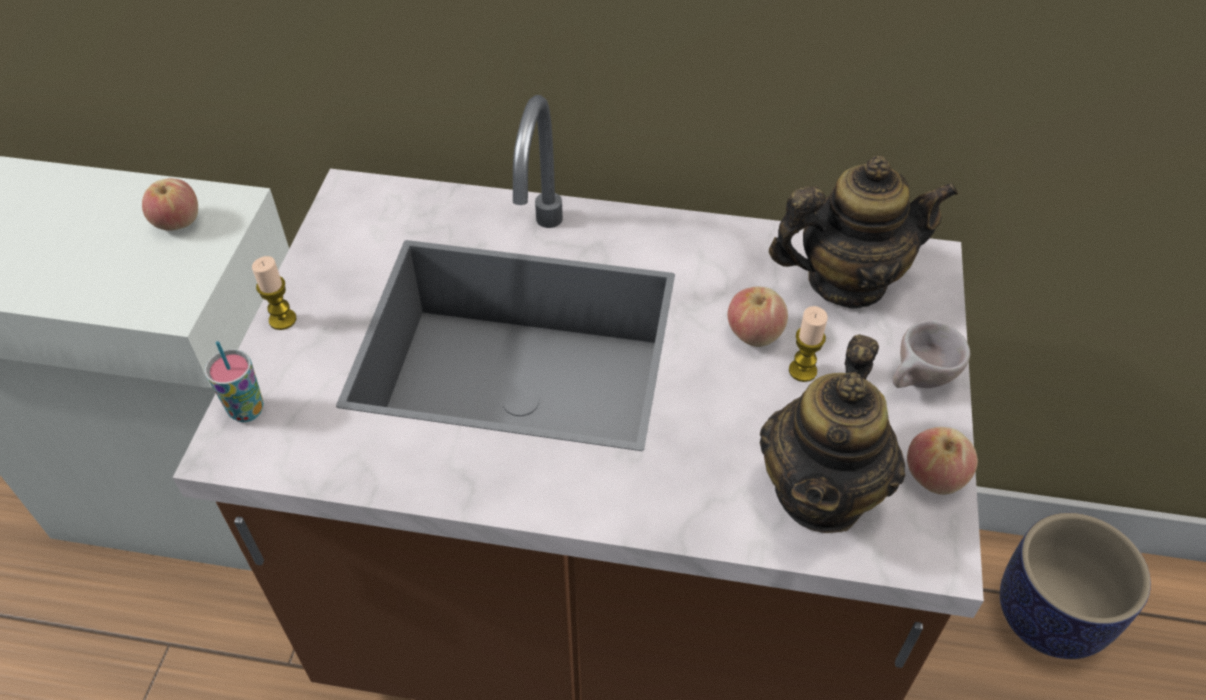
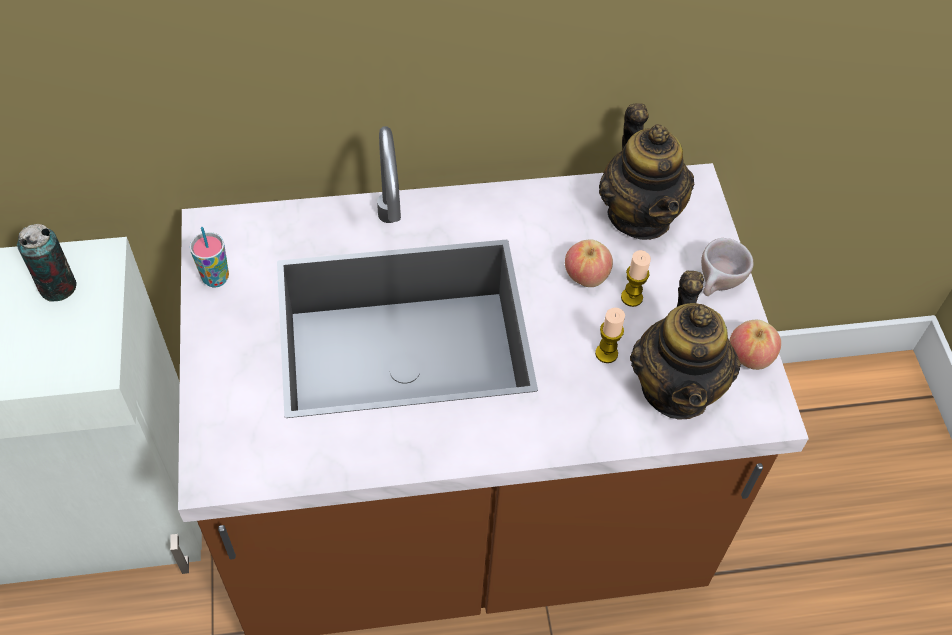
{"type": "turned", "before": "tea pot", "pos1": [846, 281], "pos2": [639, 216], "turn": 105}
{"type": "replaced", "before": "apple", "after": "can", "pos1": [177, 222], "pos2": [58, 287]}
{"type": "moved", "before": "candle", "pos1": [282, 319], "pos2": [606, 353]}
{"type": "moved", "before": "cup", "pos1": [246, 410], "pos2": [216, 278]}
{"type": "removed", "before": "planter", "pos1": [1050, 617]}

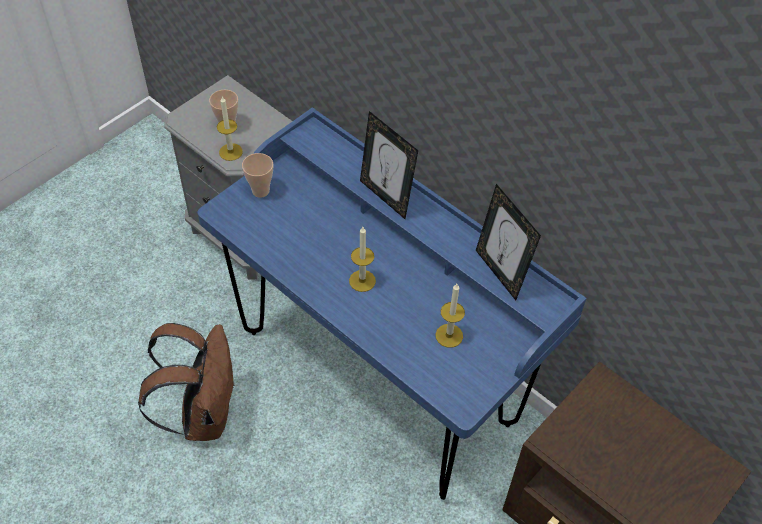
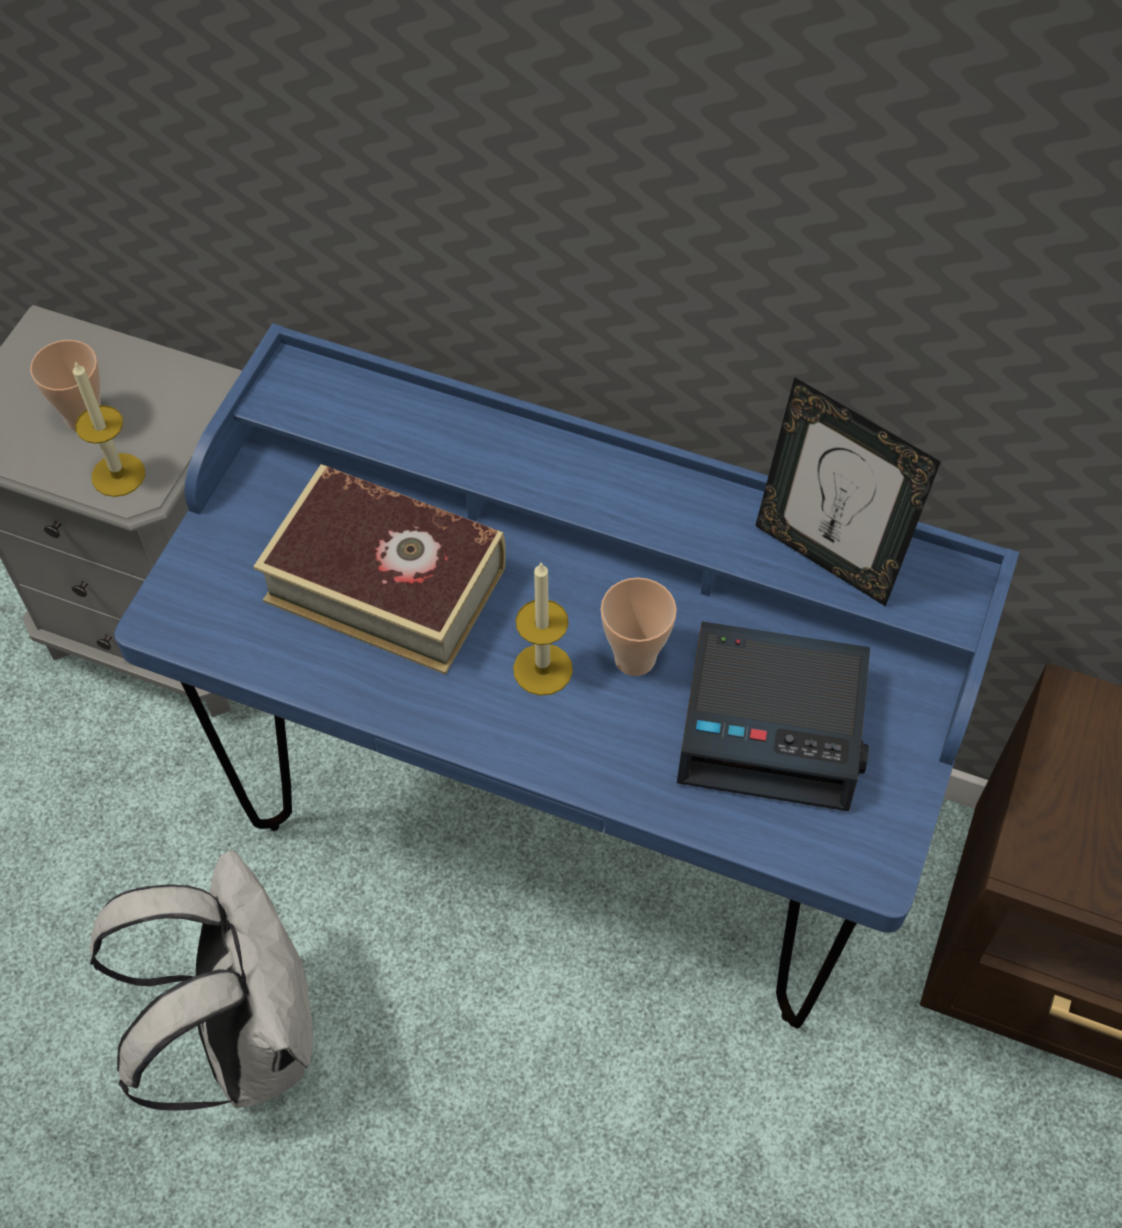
{"type": "removed", "before": "standing frame", "pos1": [386, 197]}
{"type": "moved", "before": "cup", "pos1": [260, 191], "pos2": [634, 658]}
{"type": "replaced", "before": "candle", "after": "alarm clock", "pos1": [449, 335], "pos2": [773, 725]}
{"type": "recoloured", "before": "brown rucksack", "after": "white rucksack", "pos1": [203, 413], "pos2": [243, 1035]}
{"type": "added", "after": "volume", "pos2": [385, 584]}

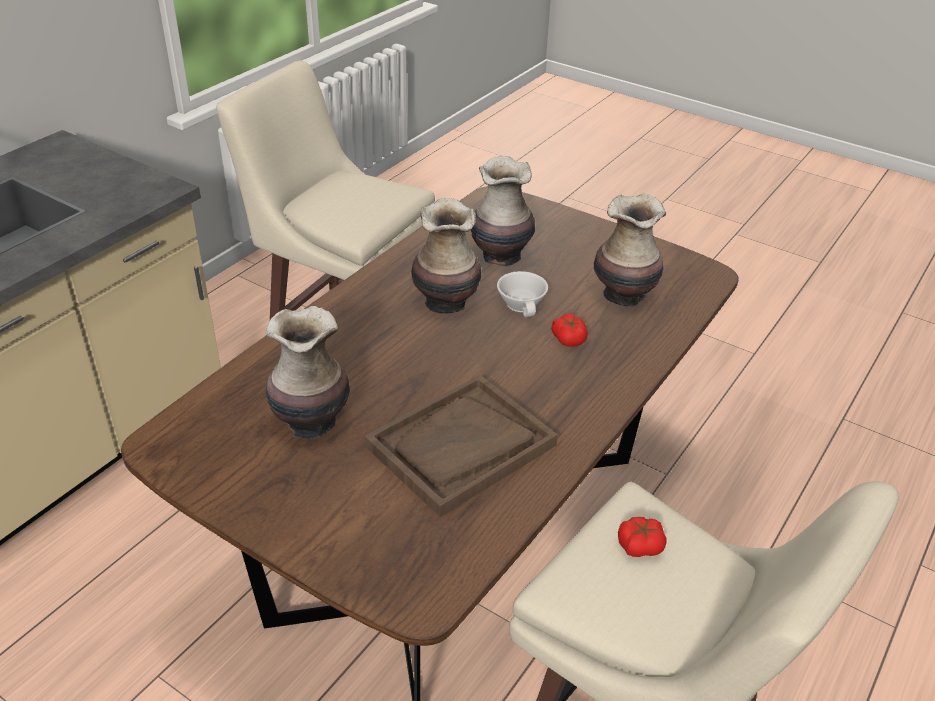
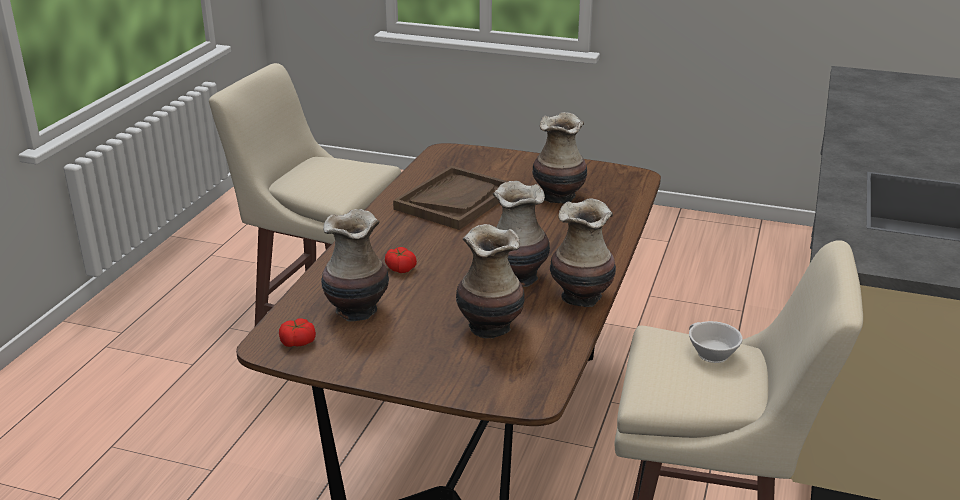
{"type": "moved", "before": "white cup", "pos1": [523, 304], "pos2": [710, 354]}
{"type": "moved", "before": "whole tomato", "pos1": [640, 545], "pos2": [298, 342]}
{"type": "added", "after": "vase", "pos2": [582, 297]}

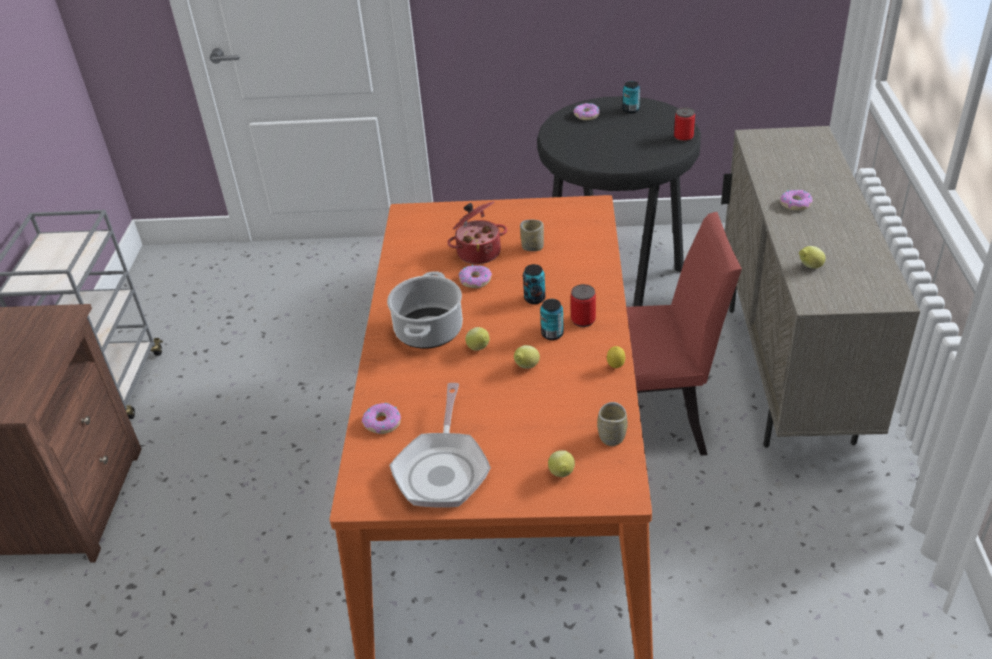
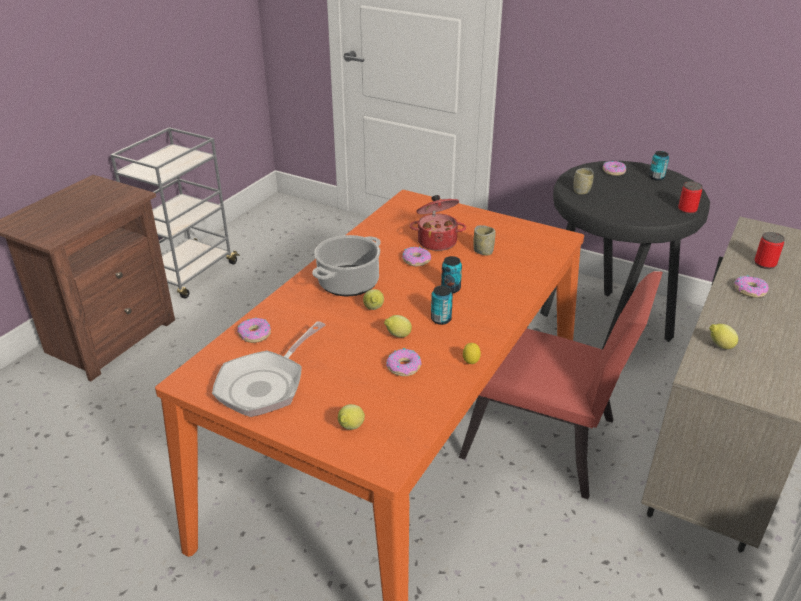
{"type": "moved", "before": "can", "pos1": [583, 320], "pos2": [764, 264]}
{"type": "moved", "before": "cup", "pos1": [612, 437], "pos2": [581, 191]}
{"type": "added", "after": "donut", "pos2": [404, 367]}

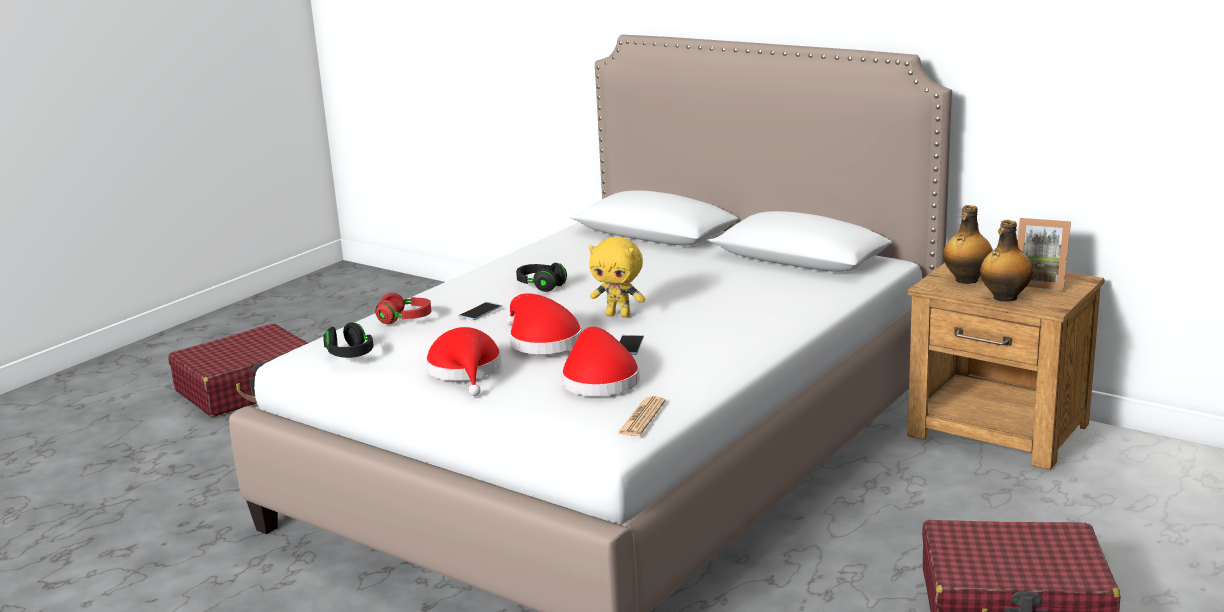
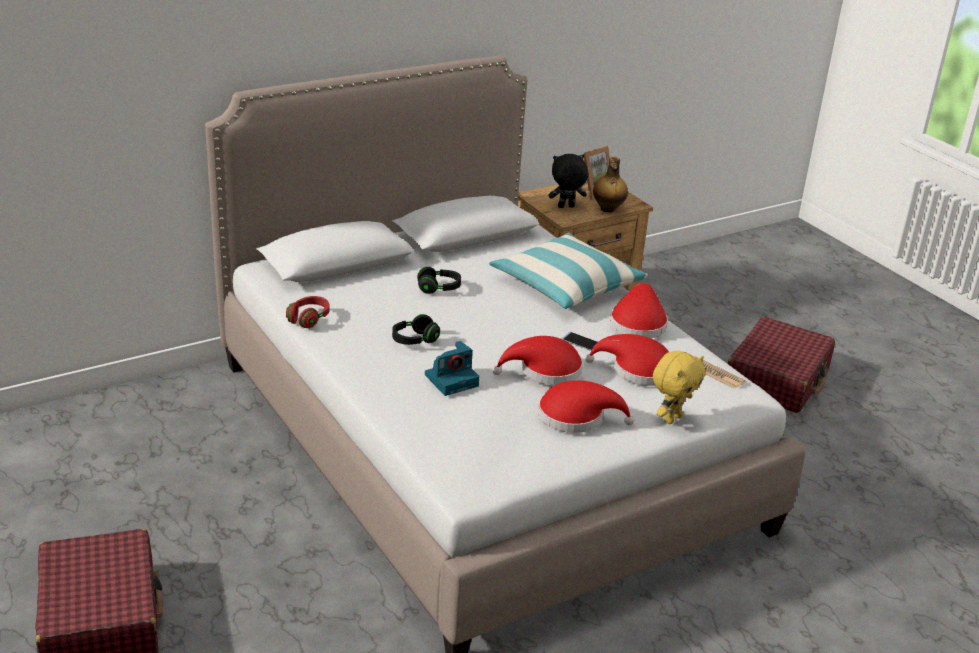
{"type": "replaced", "before": "drink bottle", "after": "black soft toy", "pos1": [966, 280], "pos2": [566, 207]}
{"type": "moved", "before": "yellow soft toy", "pos1": [619, 315], "pos2": [671, 418]}
{"type": "moved", "before": "red-coloured pair of headphones", "pos1": [405, 320], "pos2": [309, 319]}
{"type": "replaced", "before": "telephone", "after": "photo camera", "pos1": [480, 311], "pos2": [452, 380]}
{"type": "moved", "before": "black pair of headphones", "pos1": [350, 354], "pos2": [439, 289]}
{"type": "added", "after": "cushion", "pos2": [566, 285]}
{"type": "added", "after": "red-coloured wearable hat", "pos2": [638, 323]}

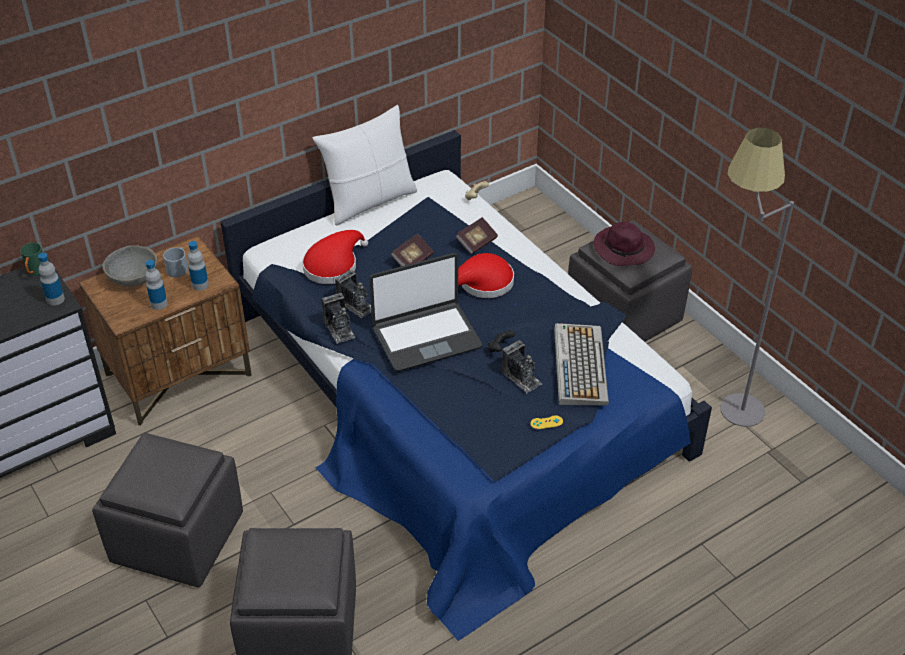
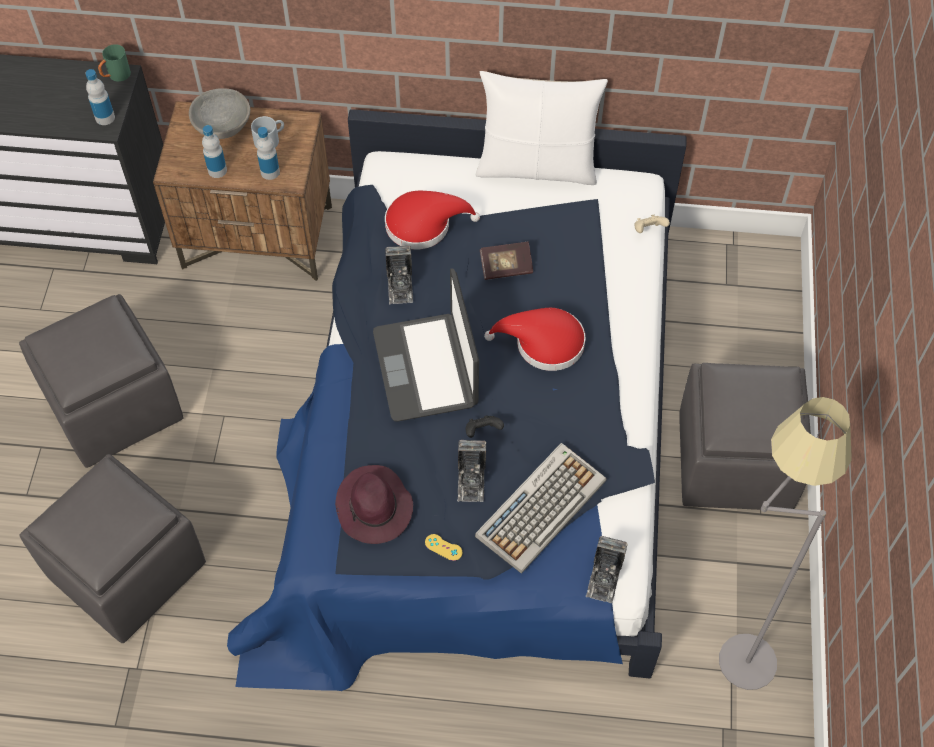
{"type": "removed", "before": "volume", "pos1": [476, 242]}
{"type": "moved", "before": "purple-coloured wearable hat", "pos1": [624, 250], "pos2": [374, 508]}
{"type": "turned", "before": "portable computer", "pos1": [426, 337], "pos2": [427, 368], "turn": 60}
{"type": "moved", "before": "photo camera", "pos1": [339, 329], "pos2": [604, 577]}

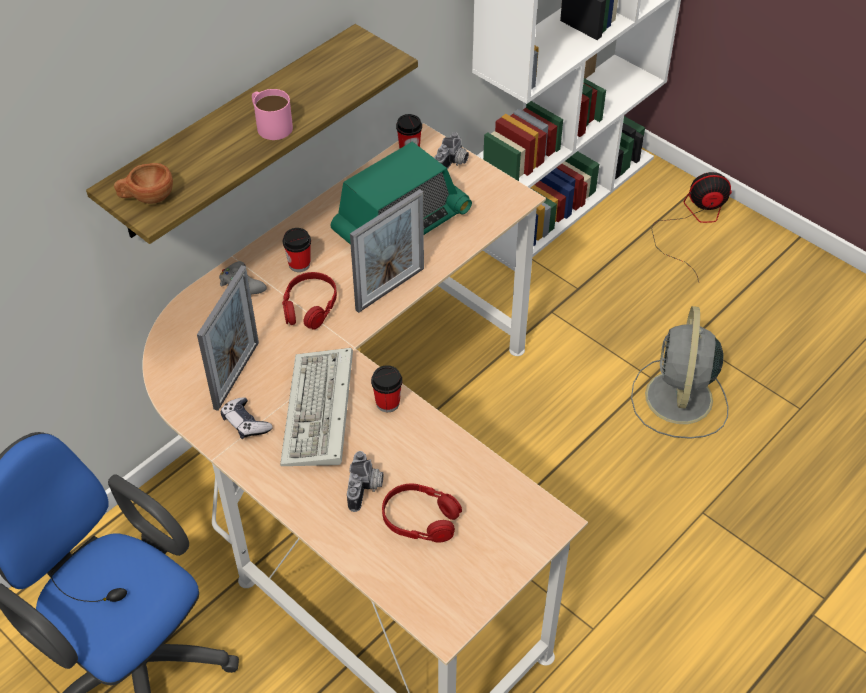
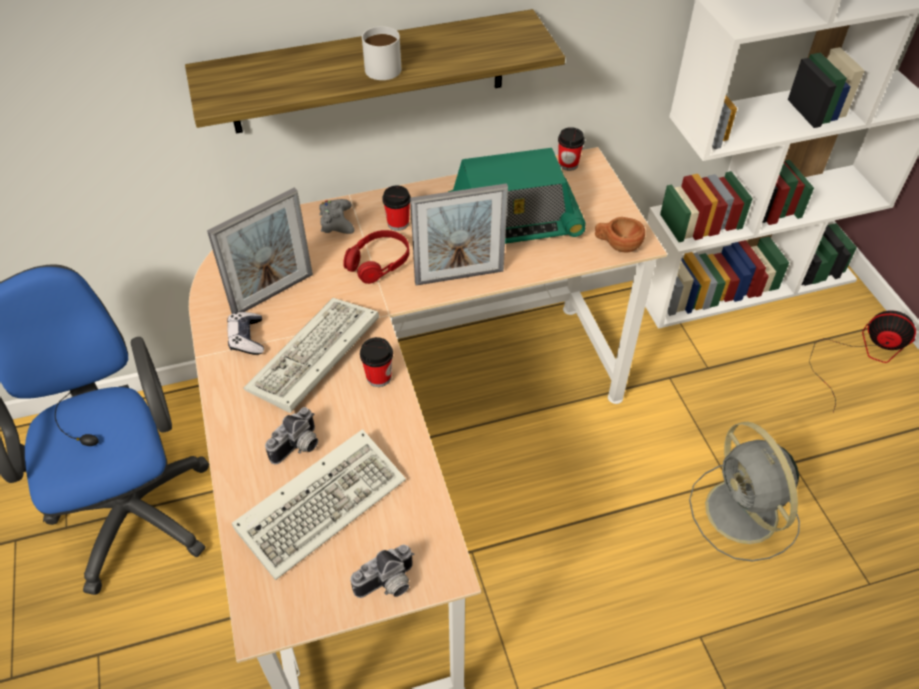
{"type": "recoloured", "before": "pinkish coffee mug", "after": "white coffee mug", "pos1": [270, 124], "pos2": [382, 65]}
{"type": "moved", "before": "photo camera", "pos1": [453, 164], "pos2": [388, 585]}
{"type": "moved", "before": "brown cup", "pos1": [147, 198], "pos2": [617, 245]}
{"type": "turned", "before": "gray fan", "pos1": [678, 400], "pos2": [743, 514], "turn": -60}
{"type": "replaced", "before": "red-coloured pair of headphones", "after": "computer keyboard", "pos1": [420, 519], "pos2": [323, 502]}

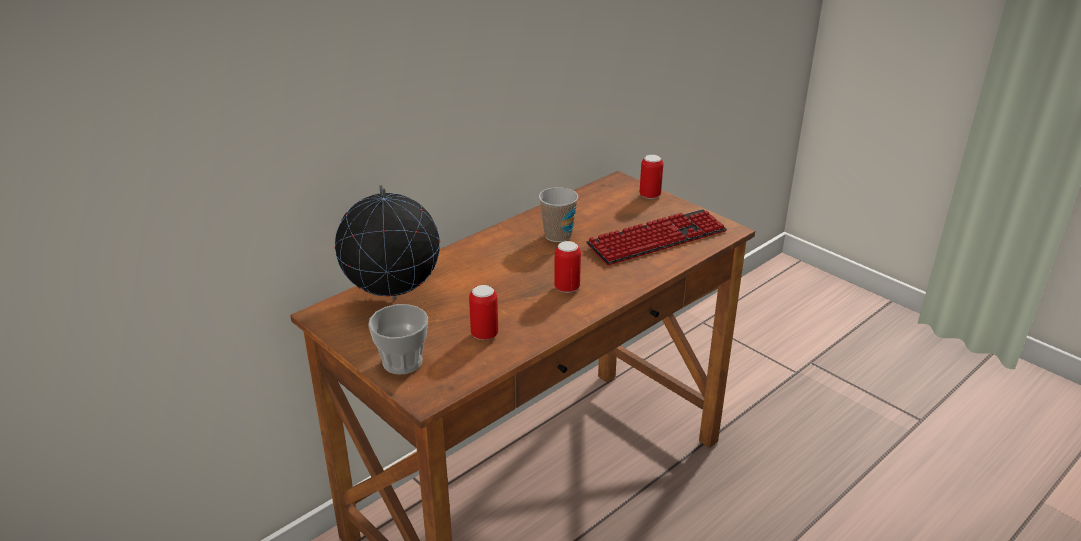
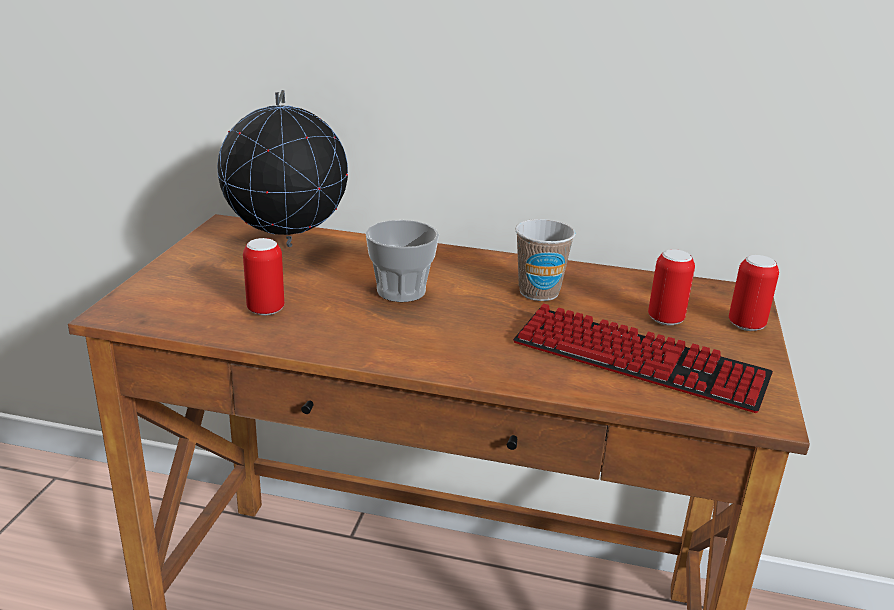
{"type": "moved", "before": "can", "pos1": [567, 288], "pos2": [665, 319]}
{"type": "moved", "before": "cup", "pos1": [402, 362], "pos2": [401, 291]}

